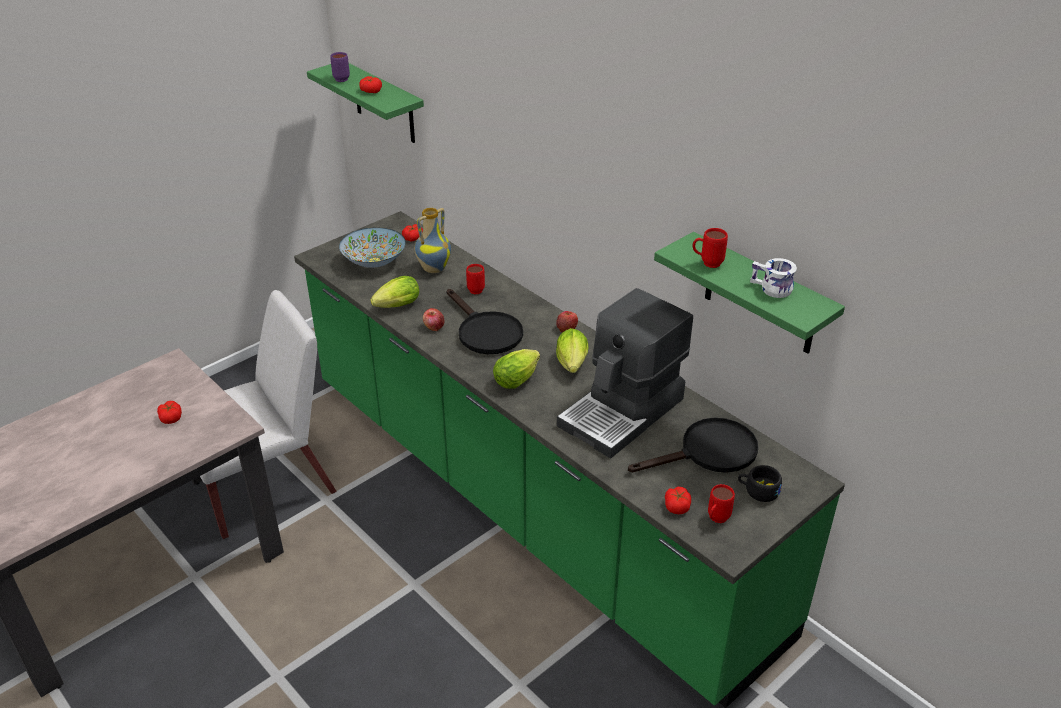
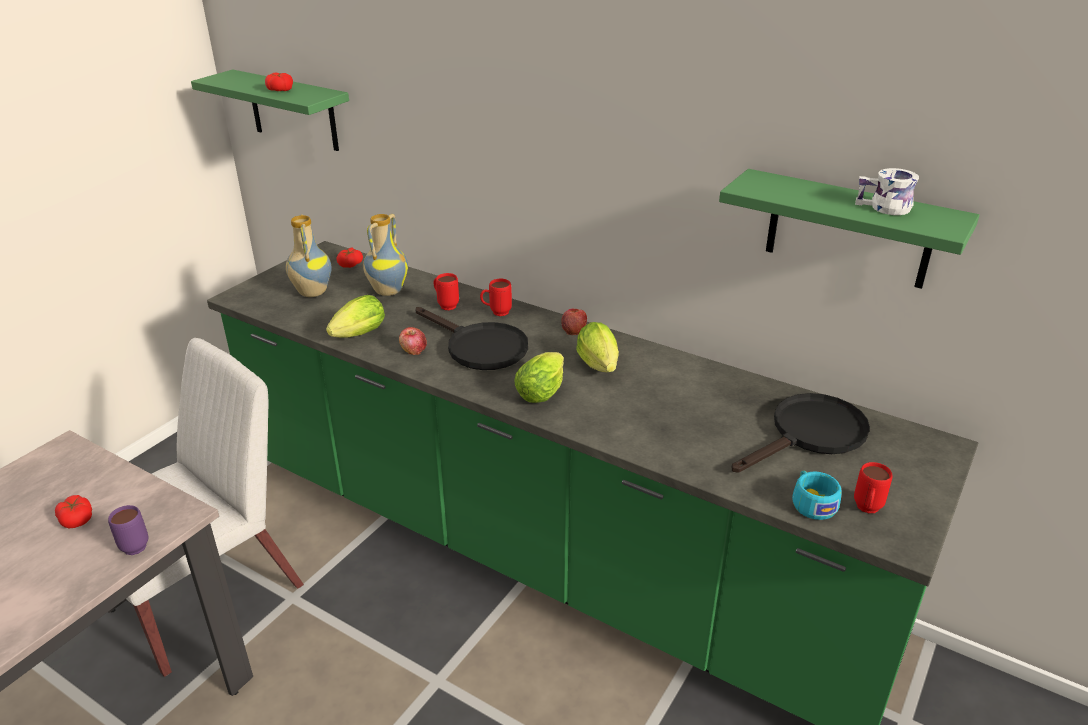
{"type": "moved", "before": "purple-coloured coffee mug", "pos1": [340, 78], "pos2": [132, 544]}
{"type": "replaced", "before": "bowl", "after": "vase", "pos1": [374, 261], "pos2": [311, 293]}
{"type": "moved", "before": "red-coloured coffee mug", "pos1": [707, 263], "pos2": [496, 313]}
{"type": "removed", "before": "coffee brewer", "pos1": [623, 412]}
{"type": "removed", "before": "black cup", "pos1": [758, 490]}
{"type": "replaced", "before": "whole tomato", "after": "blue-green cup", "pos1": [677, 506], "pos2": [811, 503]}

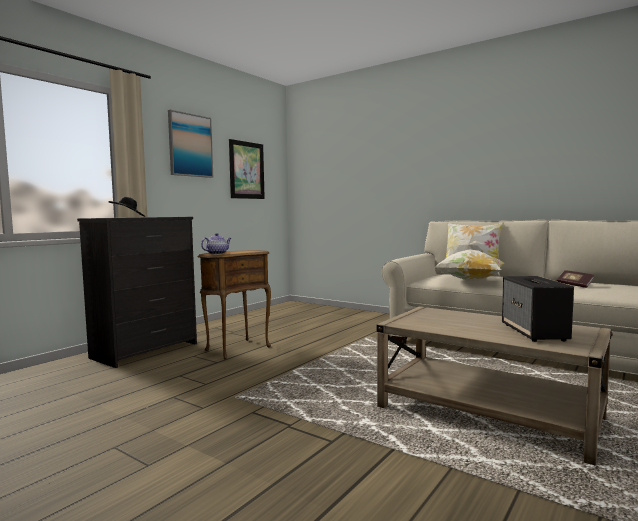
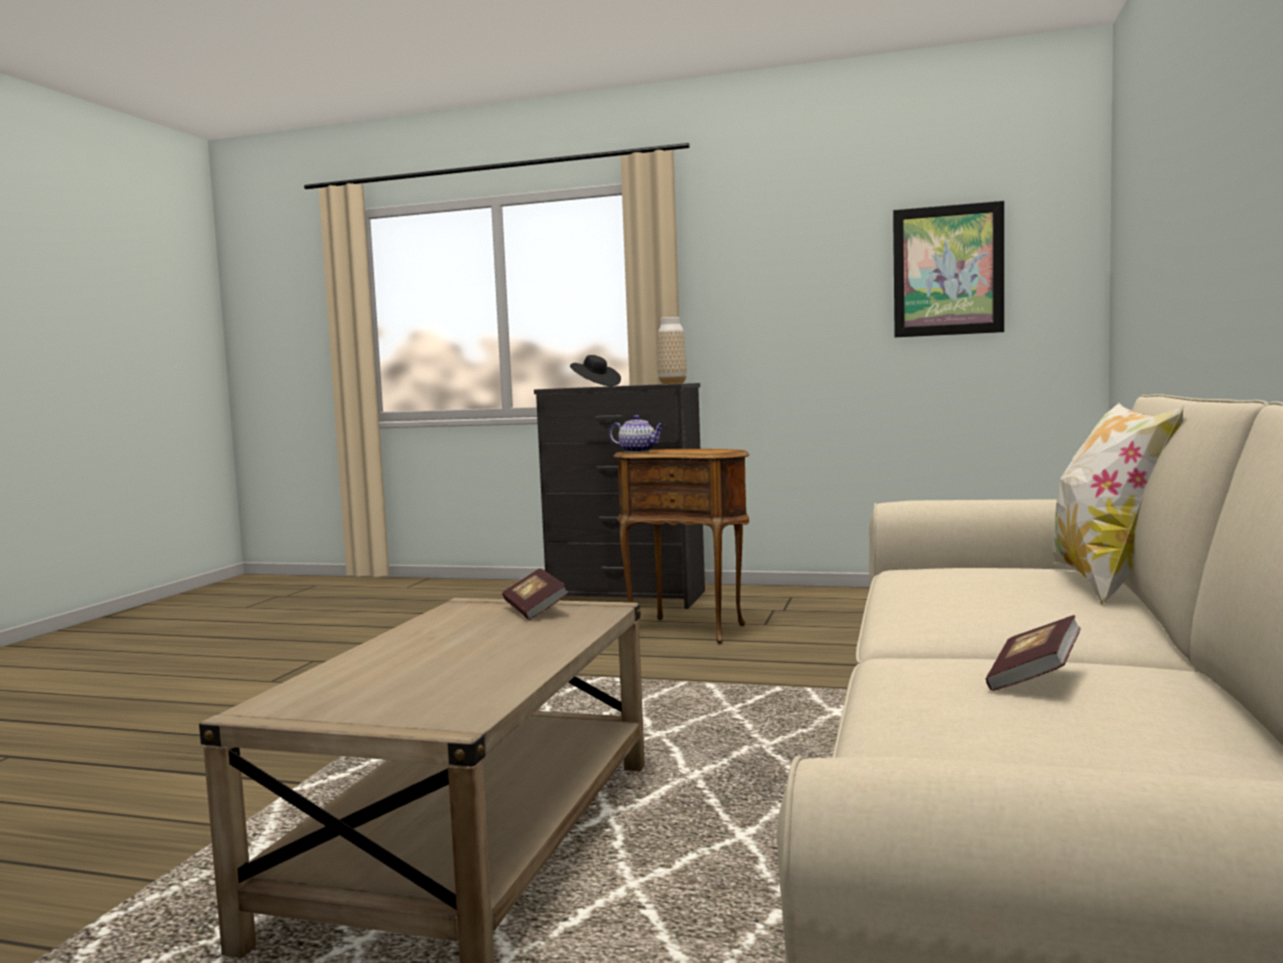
{"type": "removed", "before": "wall picture", "pos1": [190, 145]}
{"type": "removed", "before": "cushion", "pos1": [469, 280]}
{"type": "removed", "before": "speaker", "pos1": [534, 332]}
{"type": "added", "after": "vase", "pos2": [672, 383]}
{"type": "added", "after": "volume", "pos2": [535, 610]}

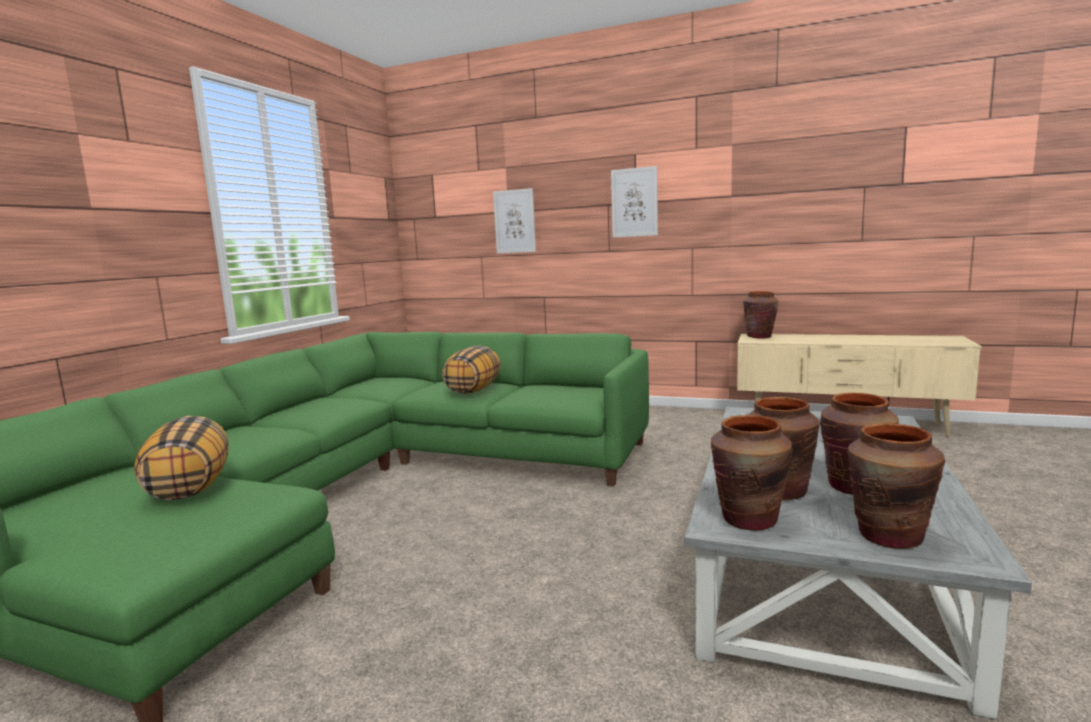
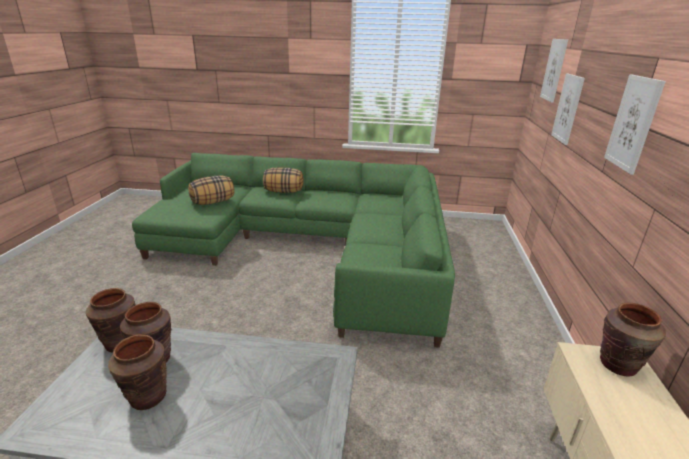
{"type": "moved", "before": "cushion", "pos1": [473, 390], "pos2": [284, 191]}
{"type": "removed", "before": "brown vase", "pos1": [889, 536]}
{"type": "added", "after": "wall picture", "pos2": [554, 70]}

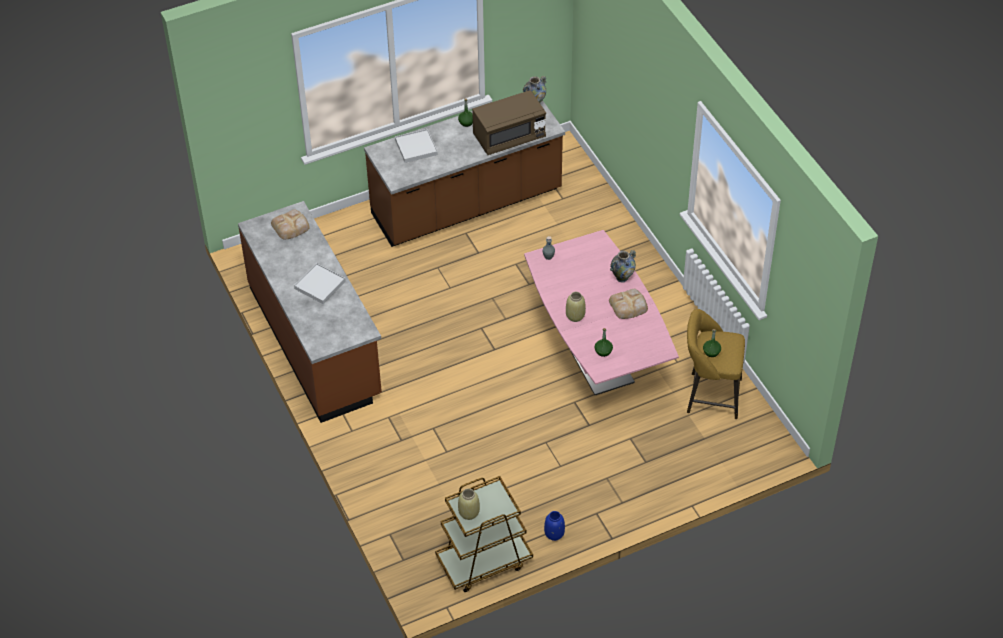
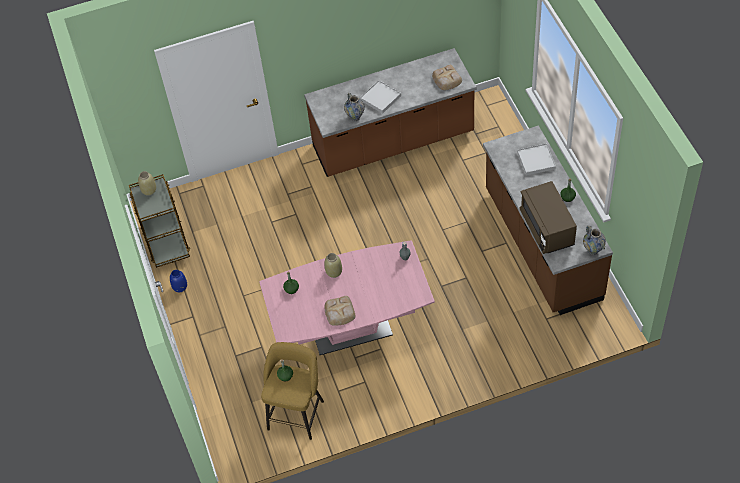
{"type": "moved", "before": "vase", "pos1": [622, 278], "pos2": [355, 117]}

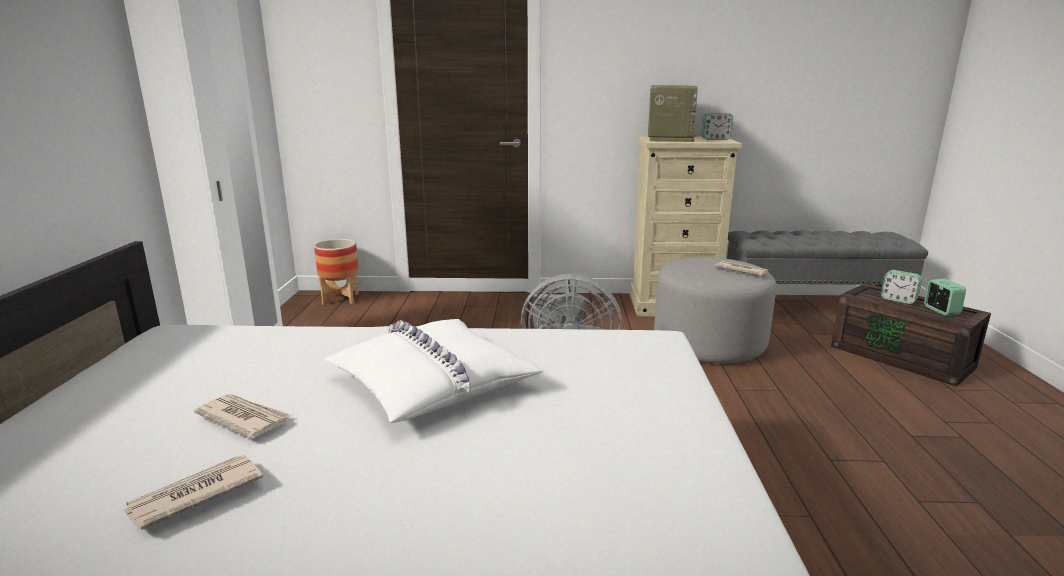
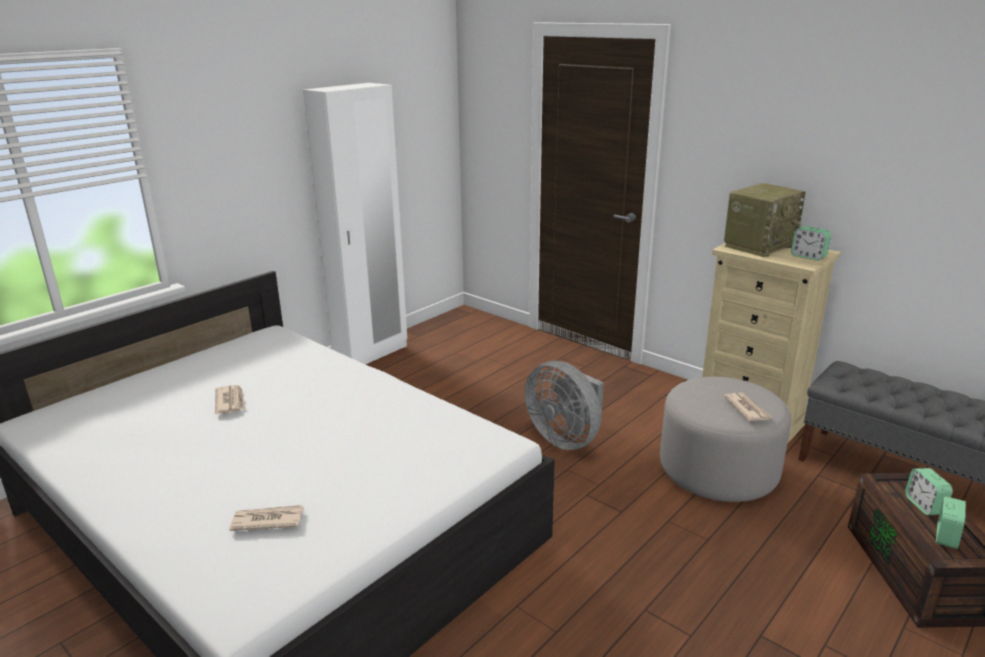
{"type": "removed", "before": "planter", "pos1": [340, 299]}
{"type": "removed", "before": "white cushion", "pos1": [431, 383]}
{"type": "moved", "before": "newspaper", "pos1": [194, 495], "pos2": [267, 520]}

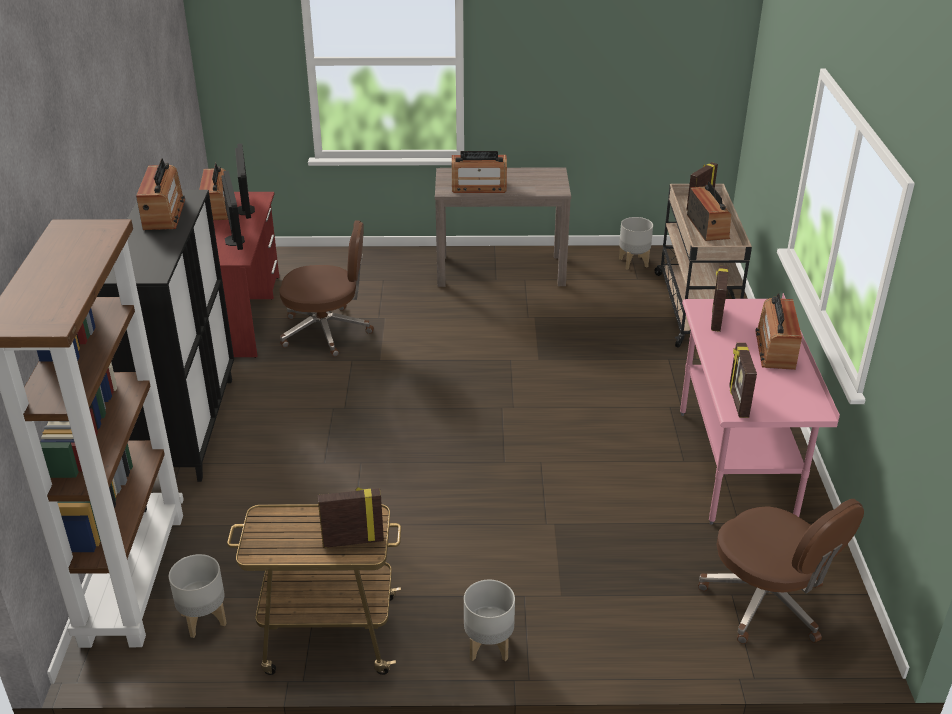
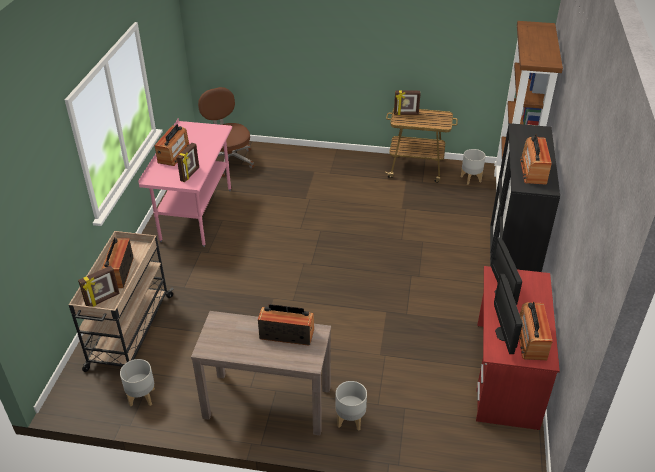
{"type": "removed", "before": "brown office chair", "pos1": [327, 331]}
{"type": "removed", "before": "standing frame", "pos1": [737, 402]}
{"type": "moved", "before": "gray planter", "pos1": [488, 645], "pos2": [350, 420]}

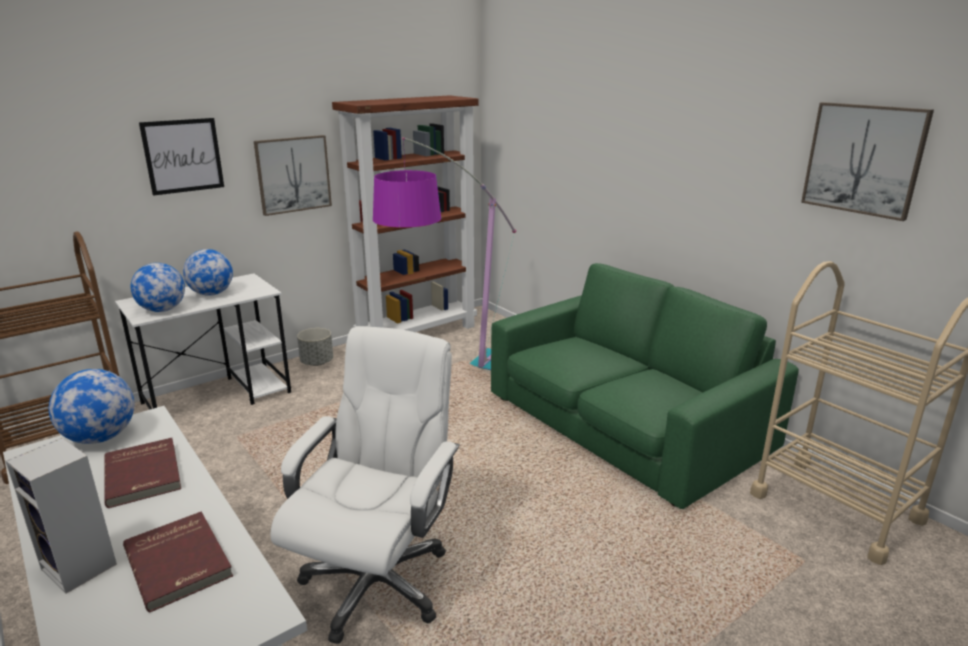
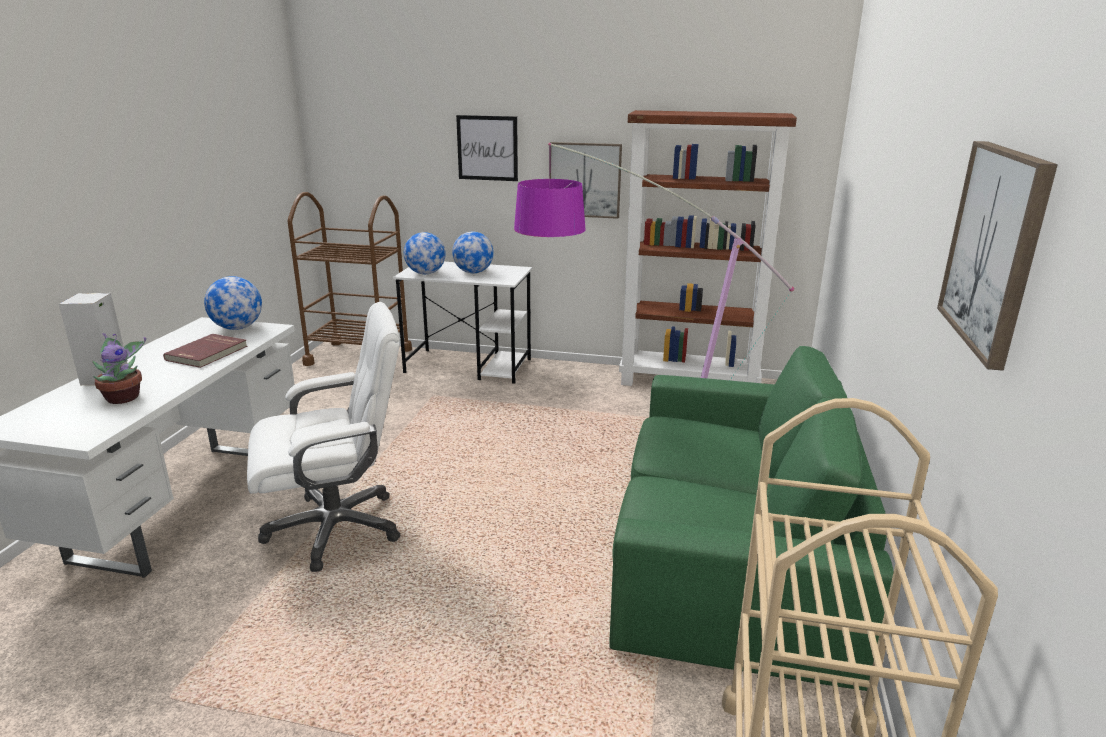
{"type": "removed", "before": "gray planter", "pos1": [317, 362]}
{"type": "replaced", "before": "red-coloured volume", "after": "plant in a pot", "pos1": [180, 561], "pos2": [125, 397]}

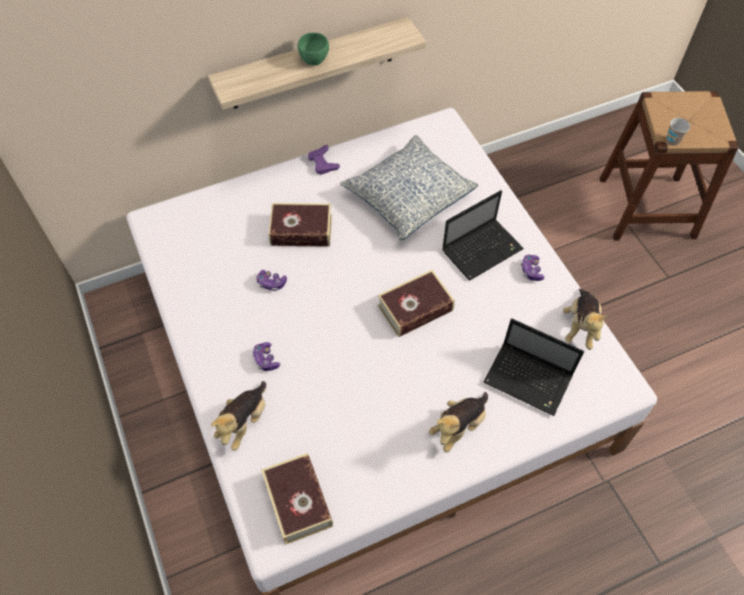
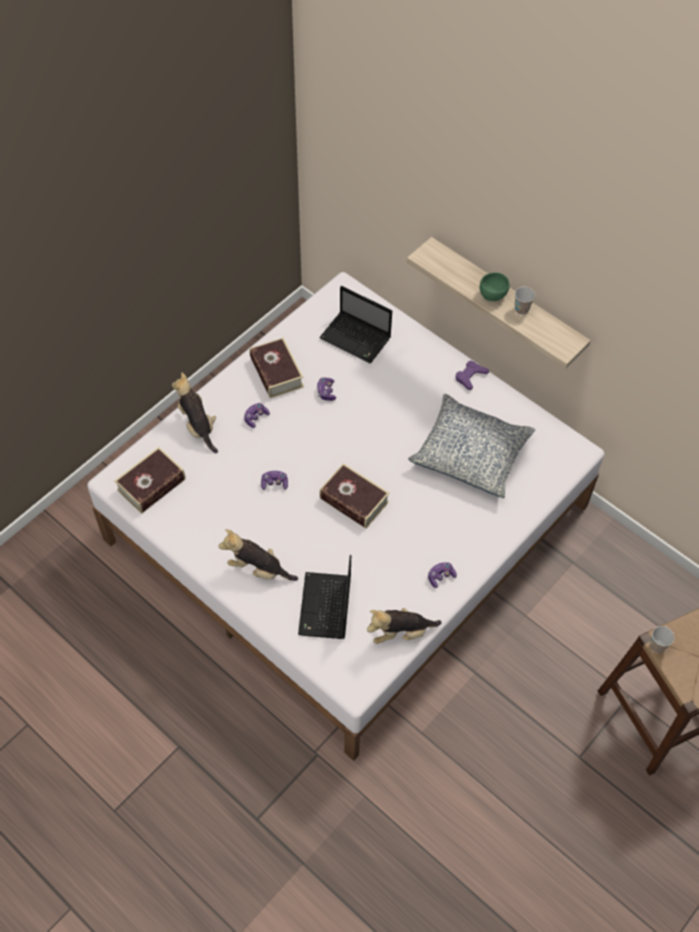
{"type": "moved", "before": "portable computer", "pos1": [483, 249], "pos2": [356, 339]}
{"type": "moved", "before": "volume", "pos1": [301, 230], "pos2": [276, 372]}
{"type": "turned", "before": "soft toy", "pos1": [244, 422], "pos2": [198, 426], "turn": 60}
{"type": "added", "after": "cup", "pos2": [521, 309]}
{"type": "added", "after": "joypad", "pos2": [274, 483]}

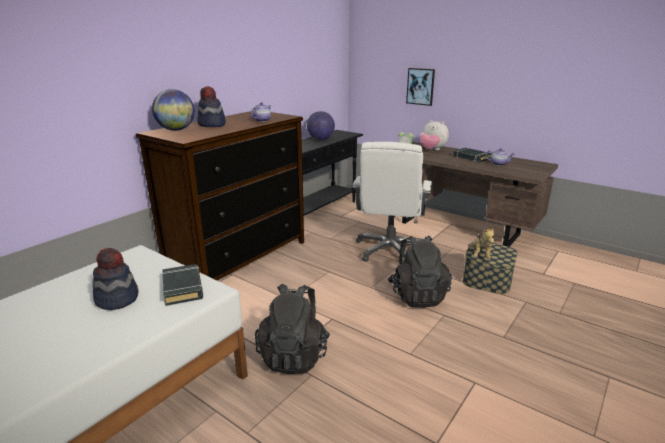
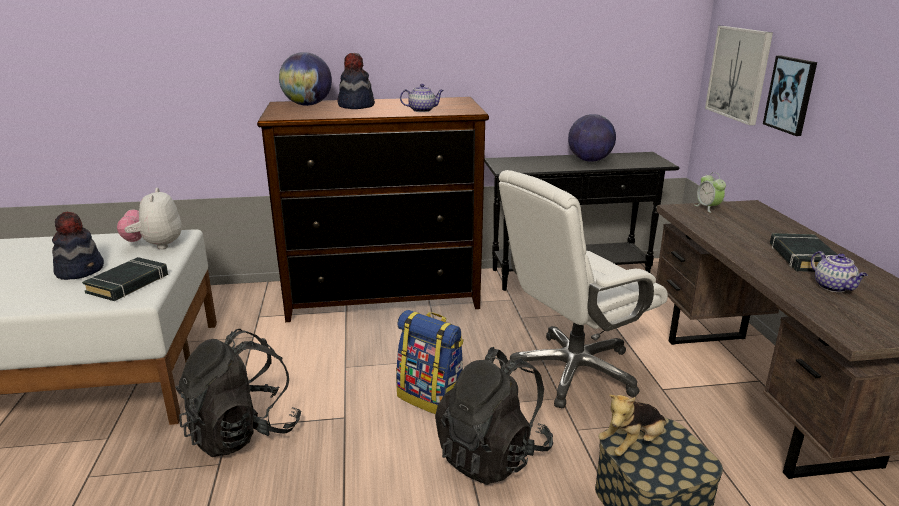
{"type": "moved", "before": "soft toy", "pos1": [432, 150], "pos2": [155, 245]}
{"type": "added", "after": "wall picture", "pos2": [738, 73]}
{"type": "added", "after": "rucksack", "pos2": [431, 398]}

